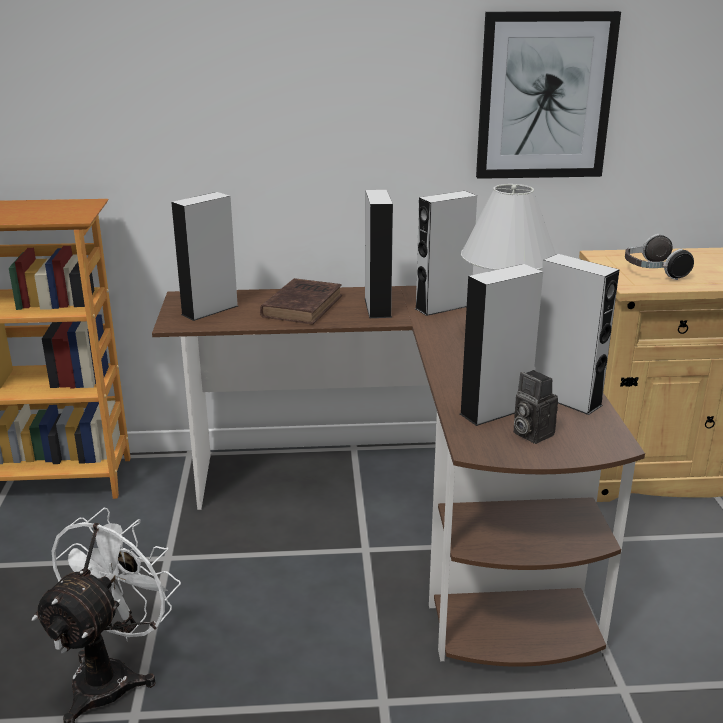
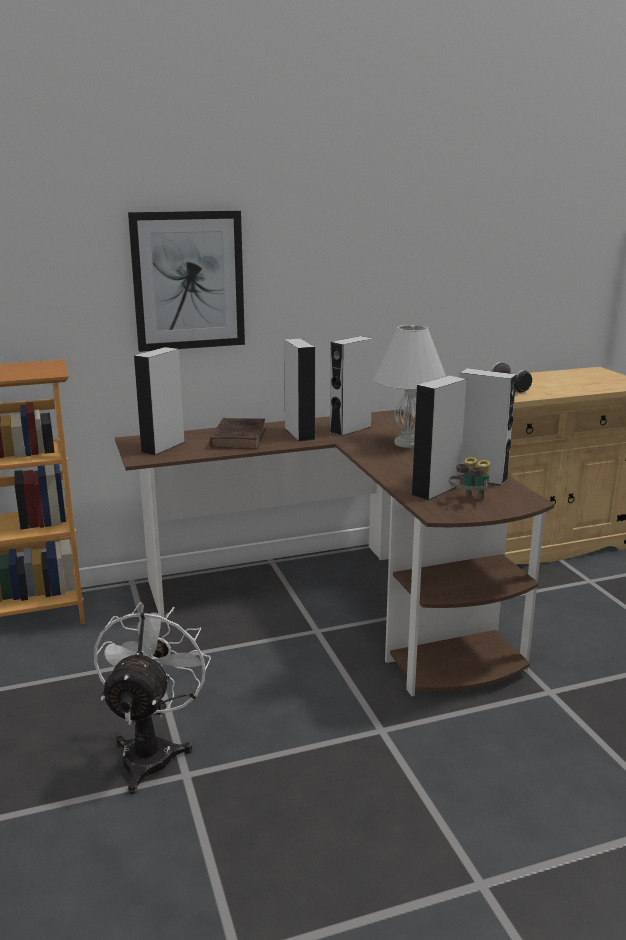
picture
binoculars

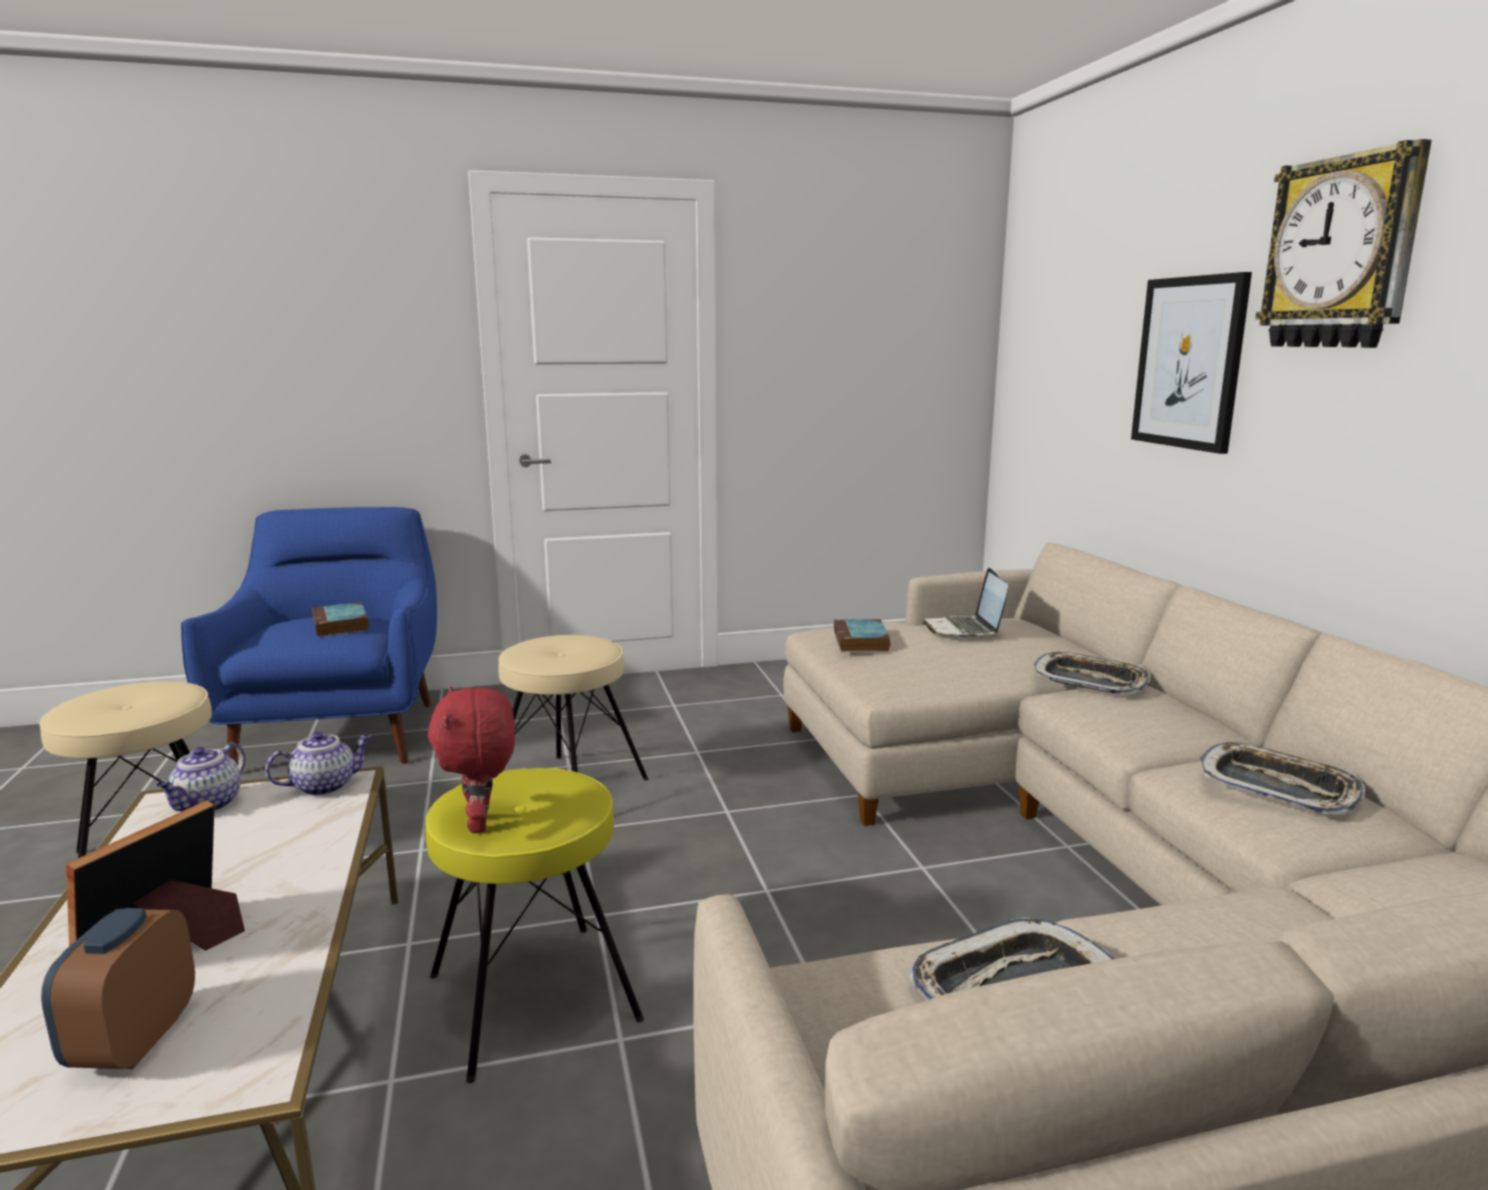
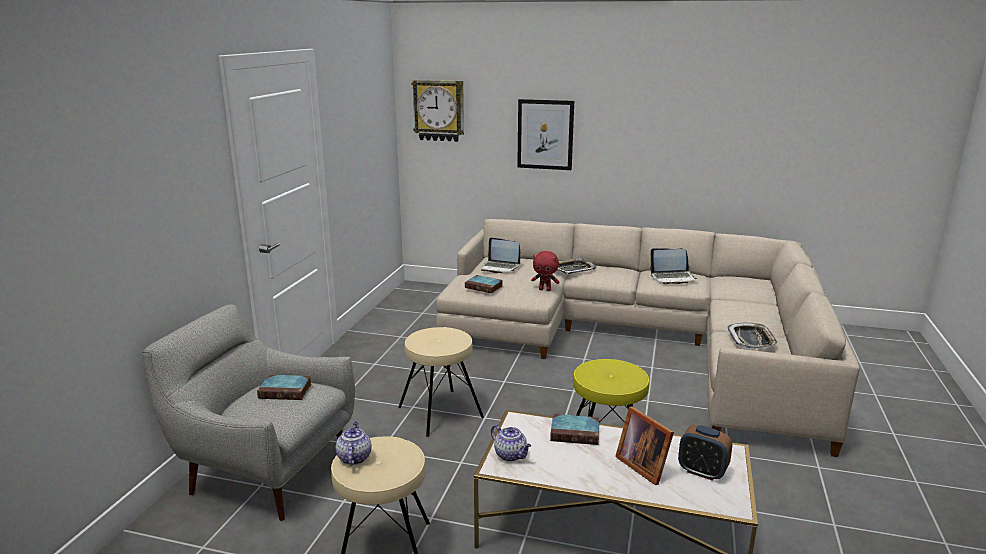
book (no. 3 from left)
teapot (no. 1 from left)
plush toy (red)
wall clock
laptop (no. 2 from left)
armchair (grey)

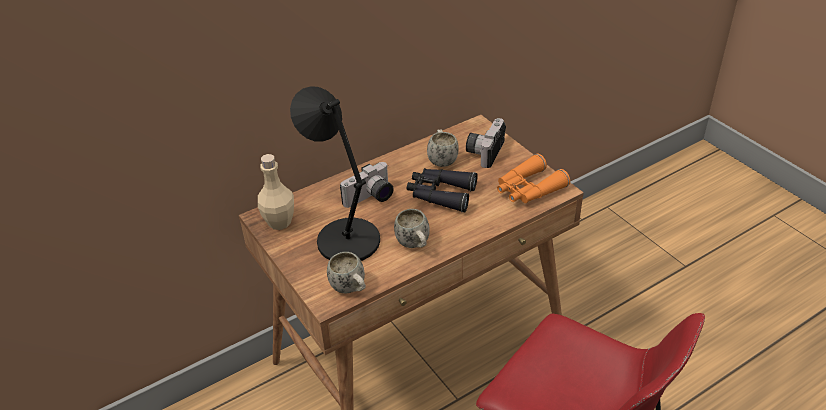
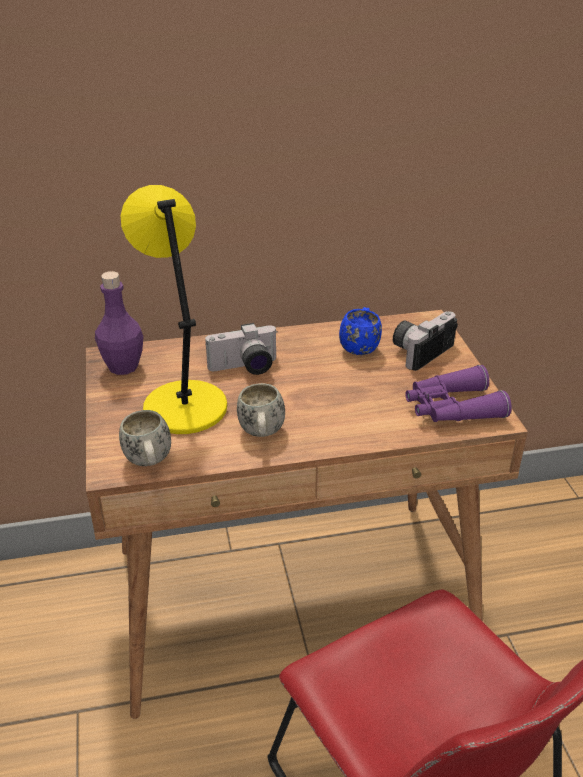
binoculars (black)
bottle (purple)
table lamp (yellow)
mug (blue)
binoculars (purple)

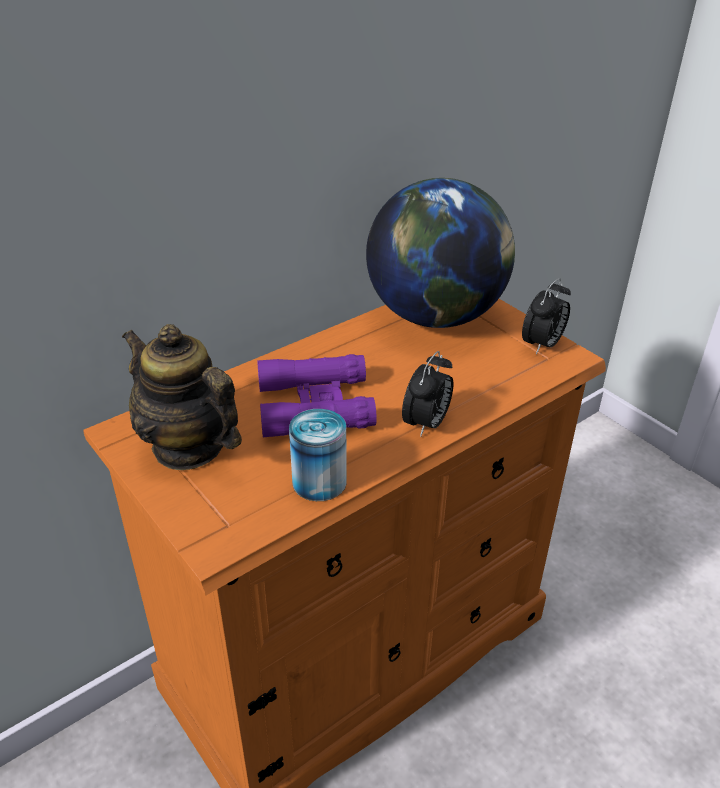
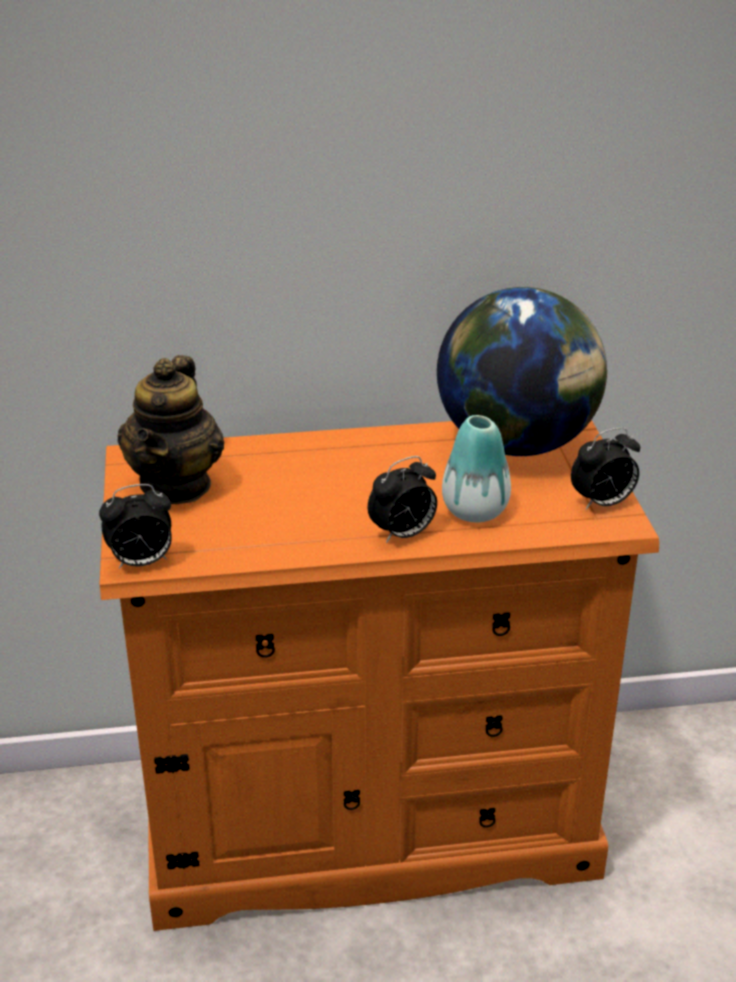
binoculars (purple)
can
alarm clock (no. 1 from left)
vase
teapot

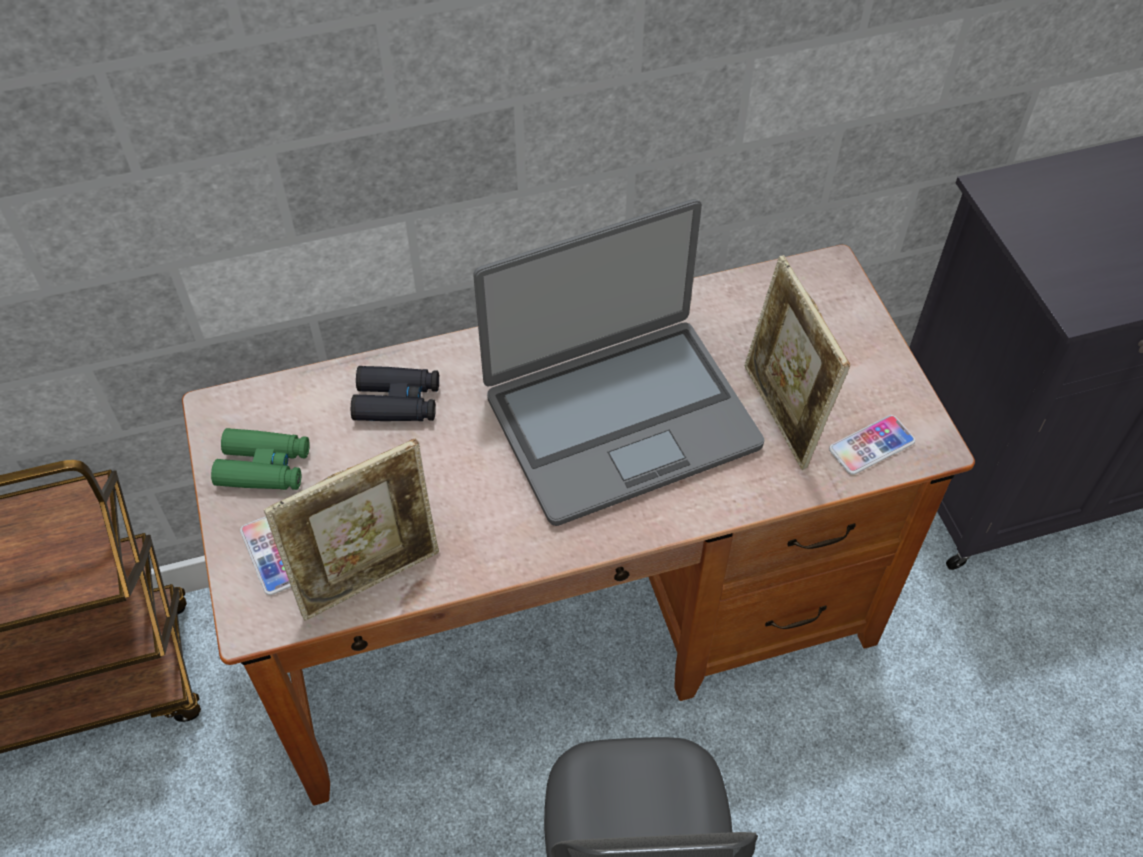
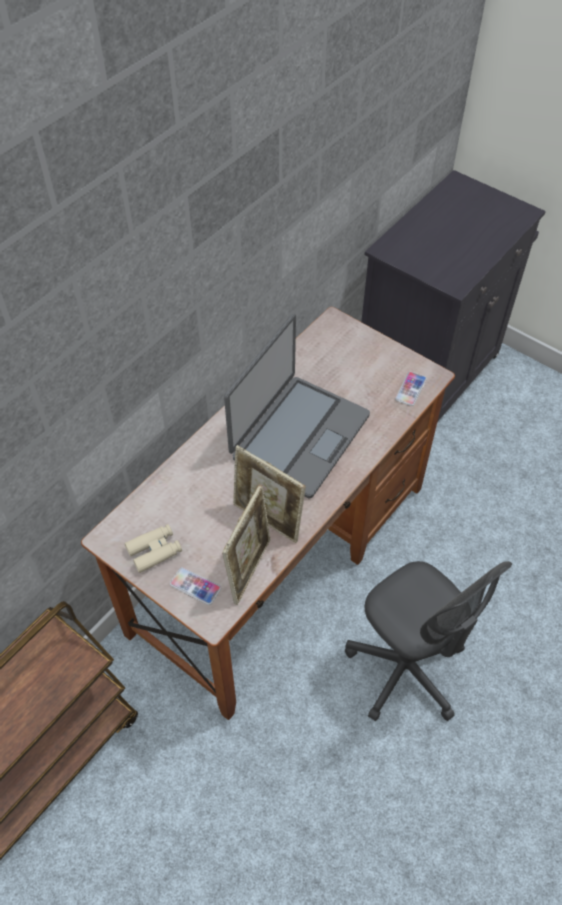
binoculars (black)
picture frame (no. 2 from left)
binoculars (beige)

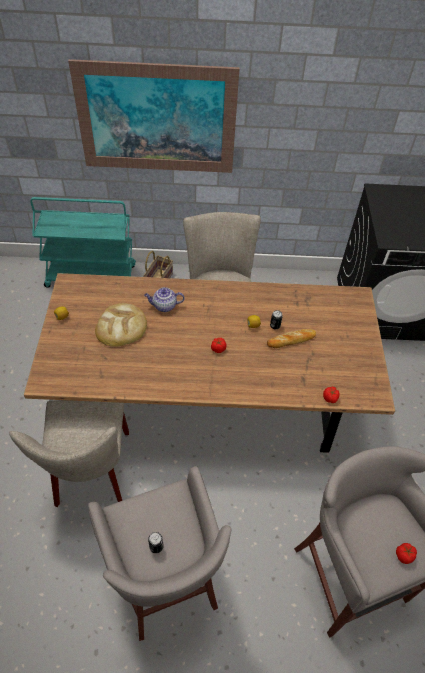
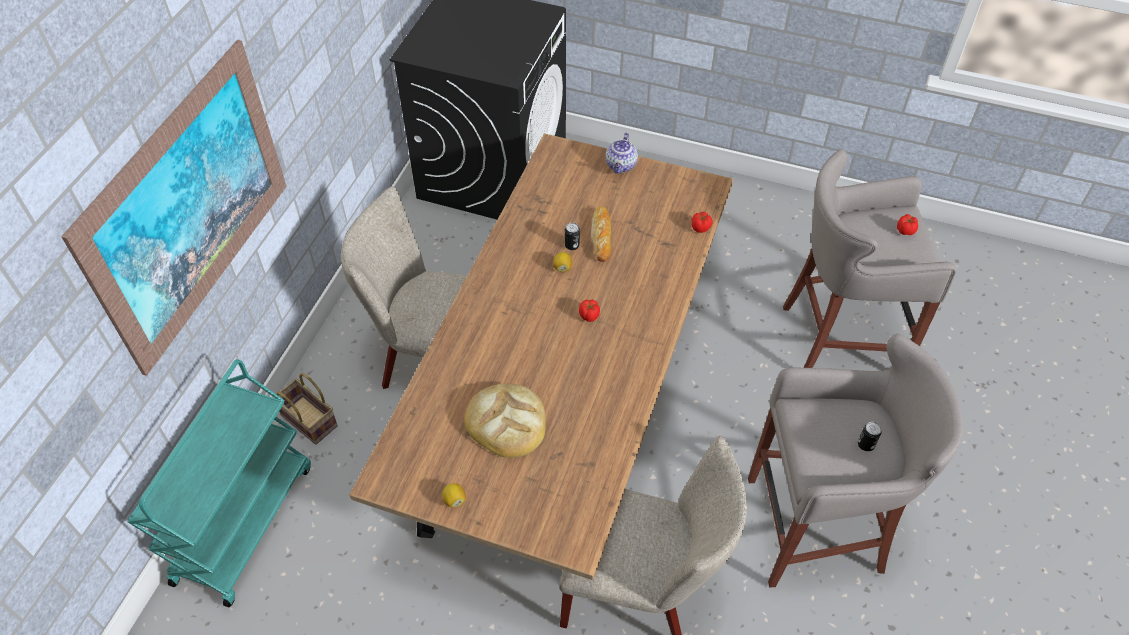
teapot

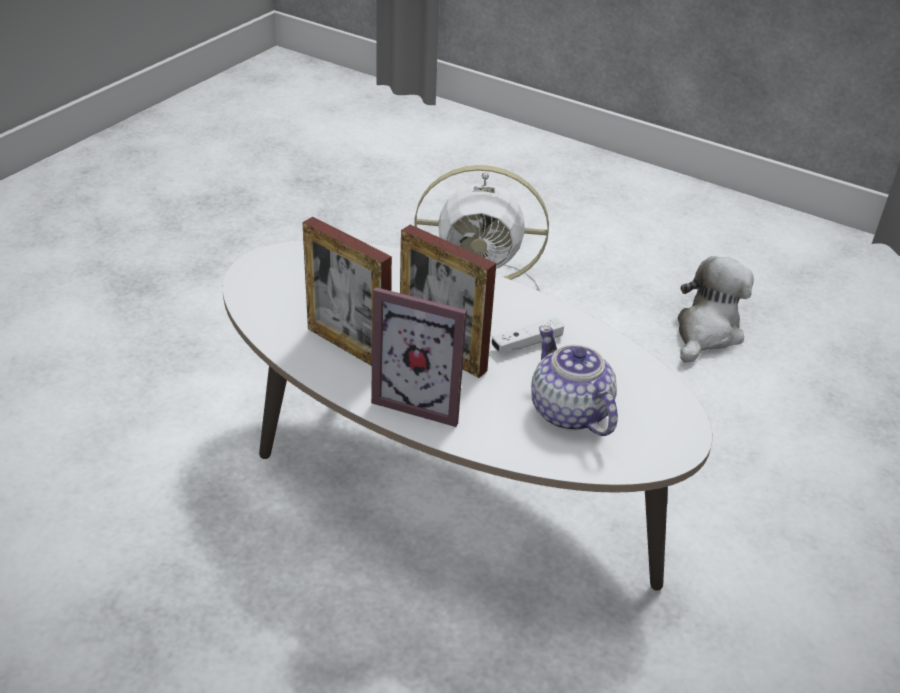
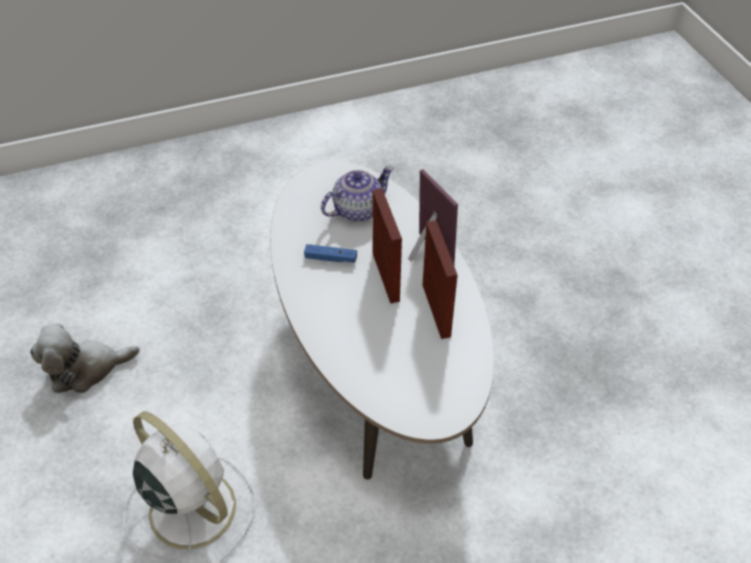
game controller (blue)
teapot

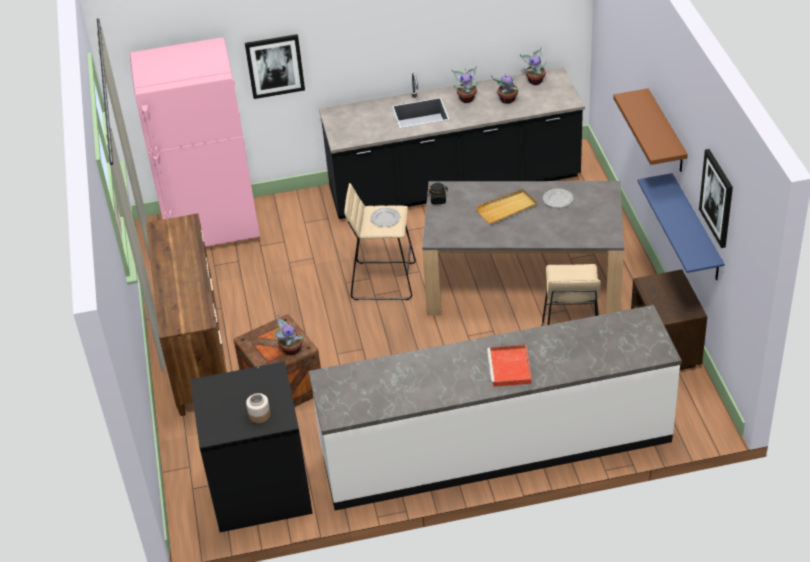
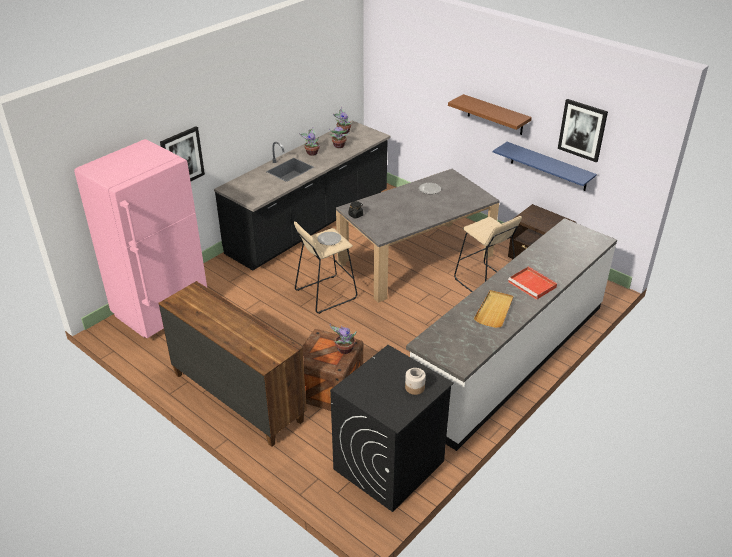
tray (beige)

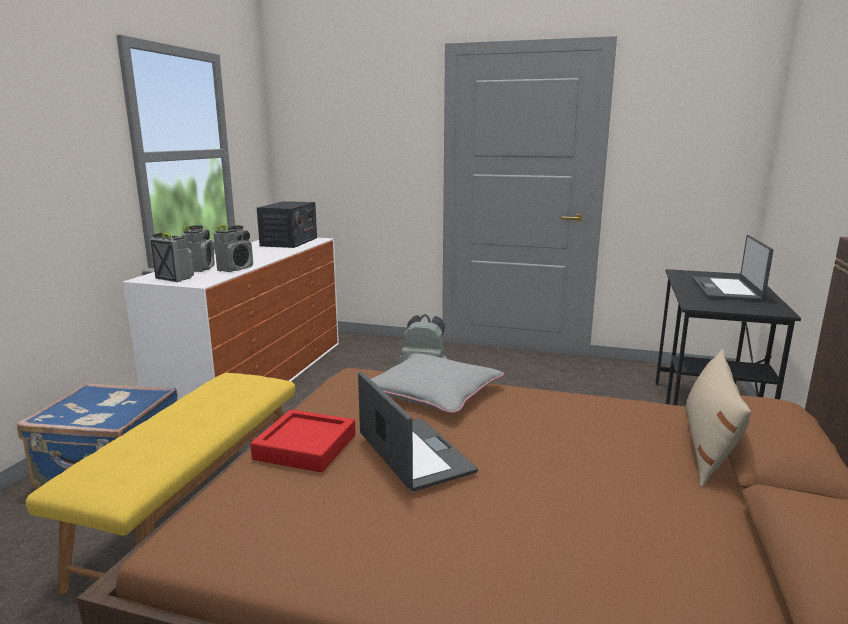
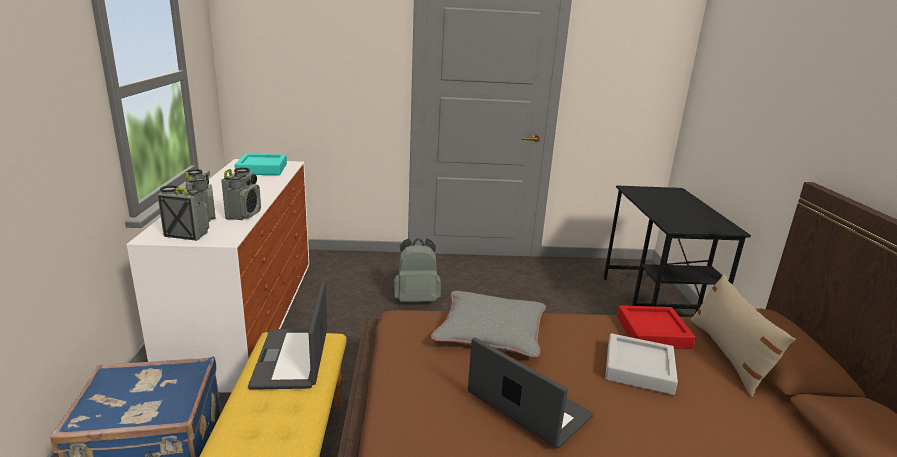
tray (grey)
tray (red)
laptop (no. 1 from left)
tray (turquoise)

